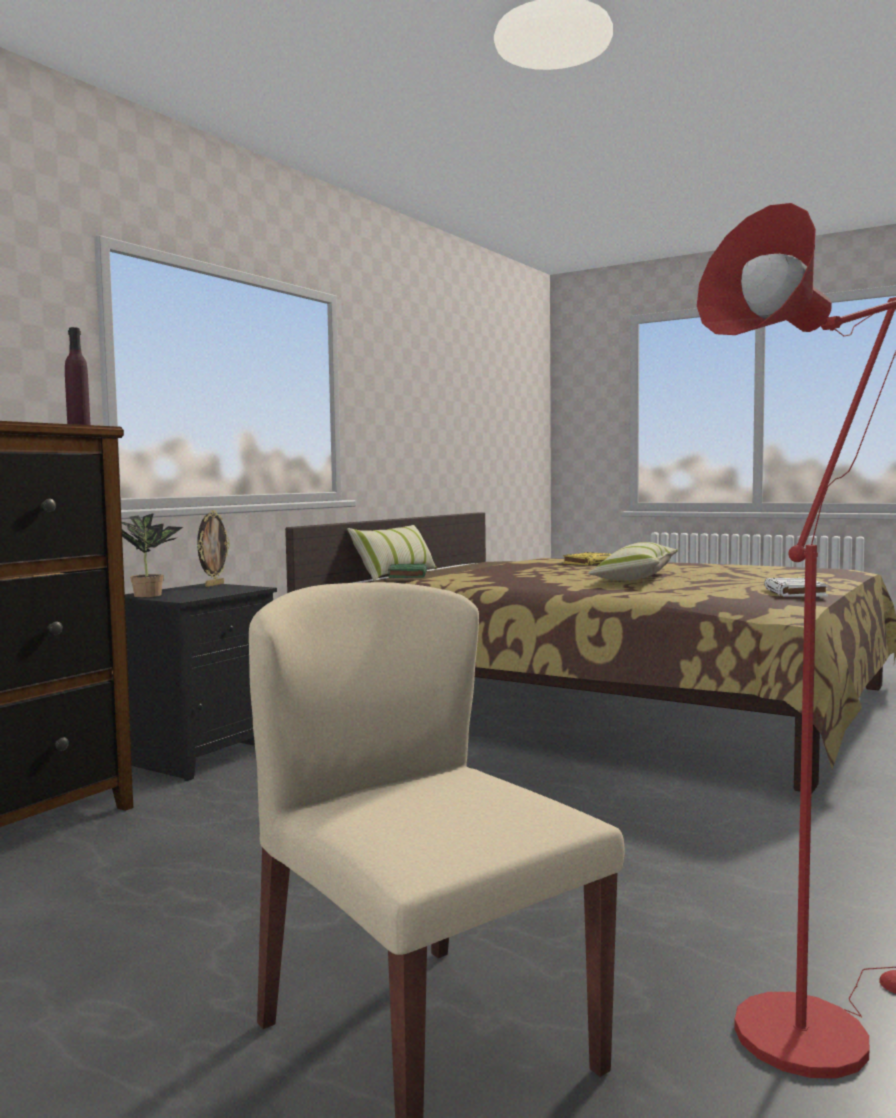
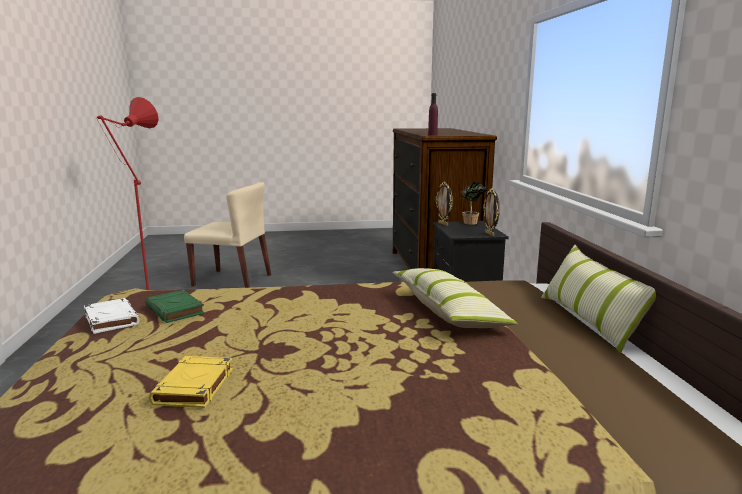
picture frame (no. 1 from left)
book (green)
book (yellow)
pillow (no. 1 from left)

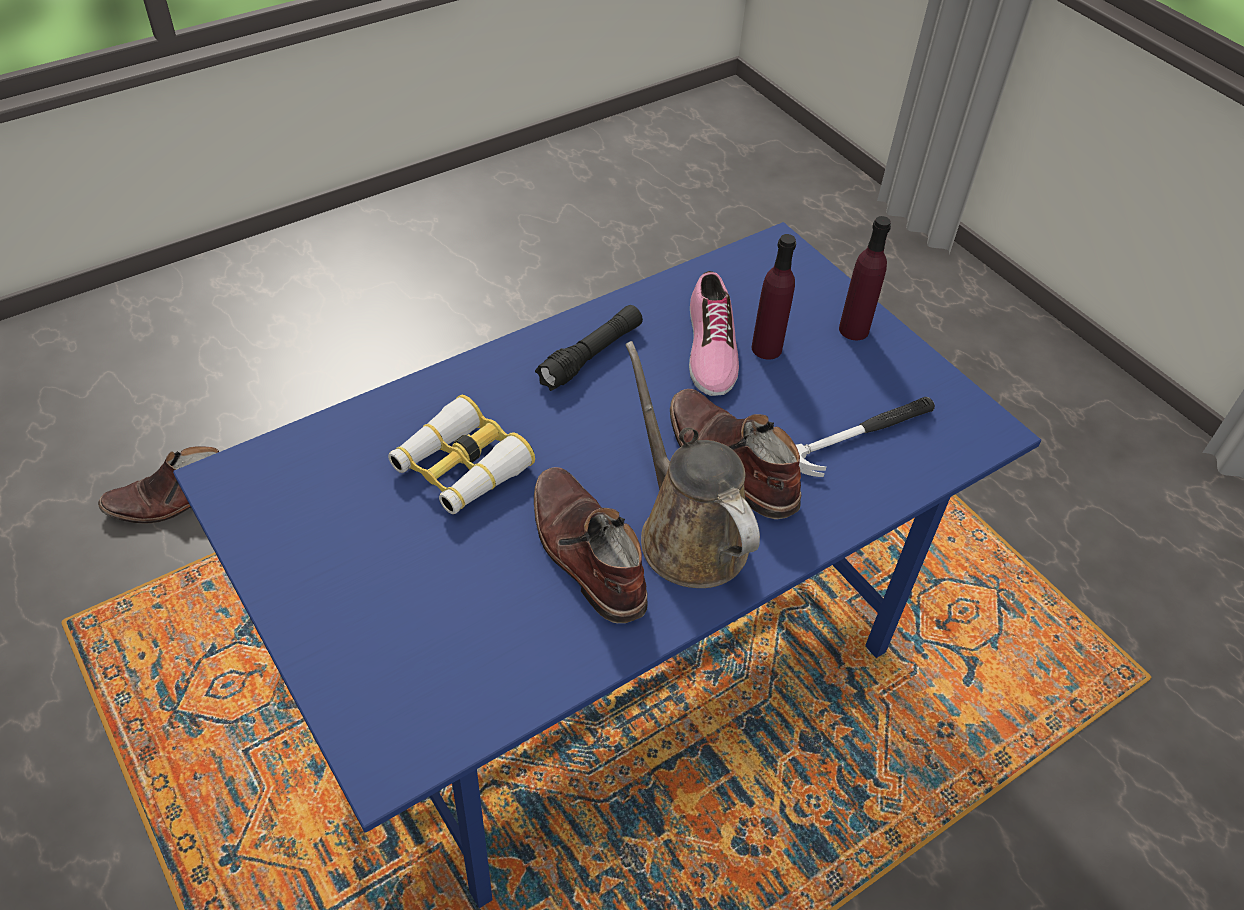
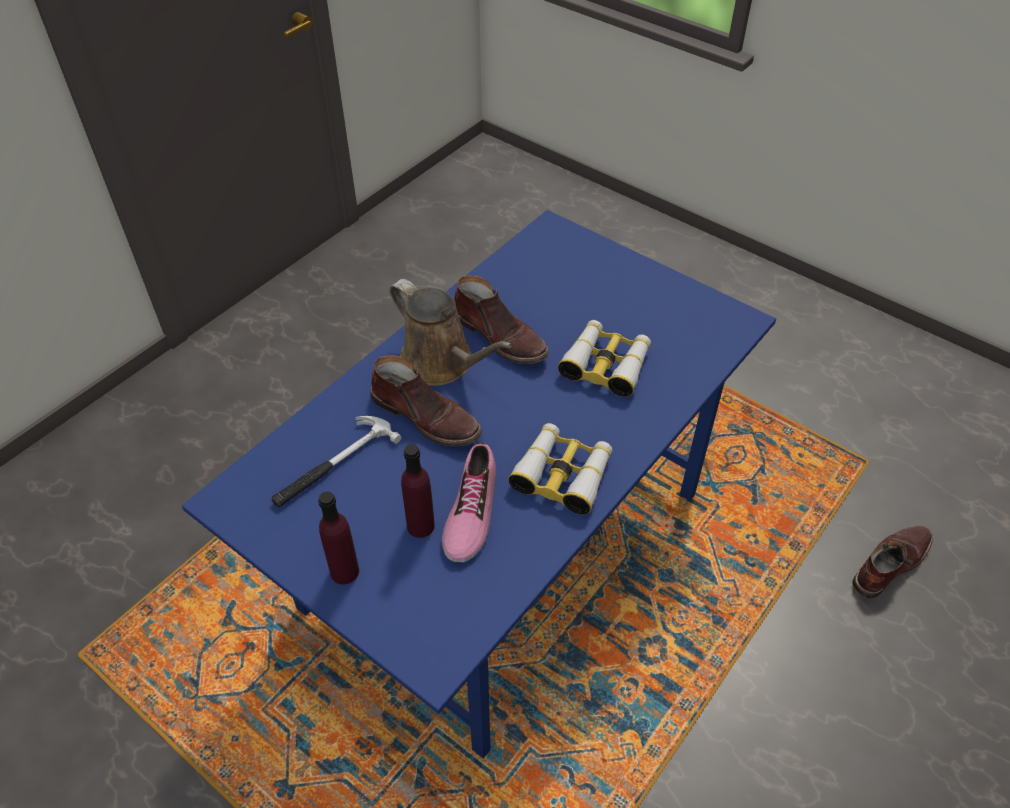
binoculars (no. 1 from left)
shoe

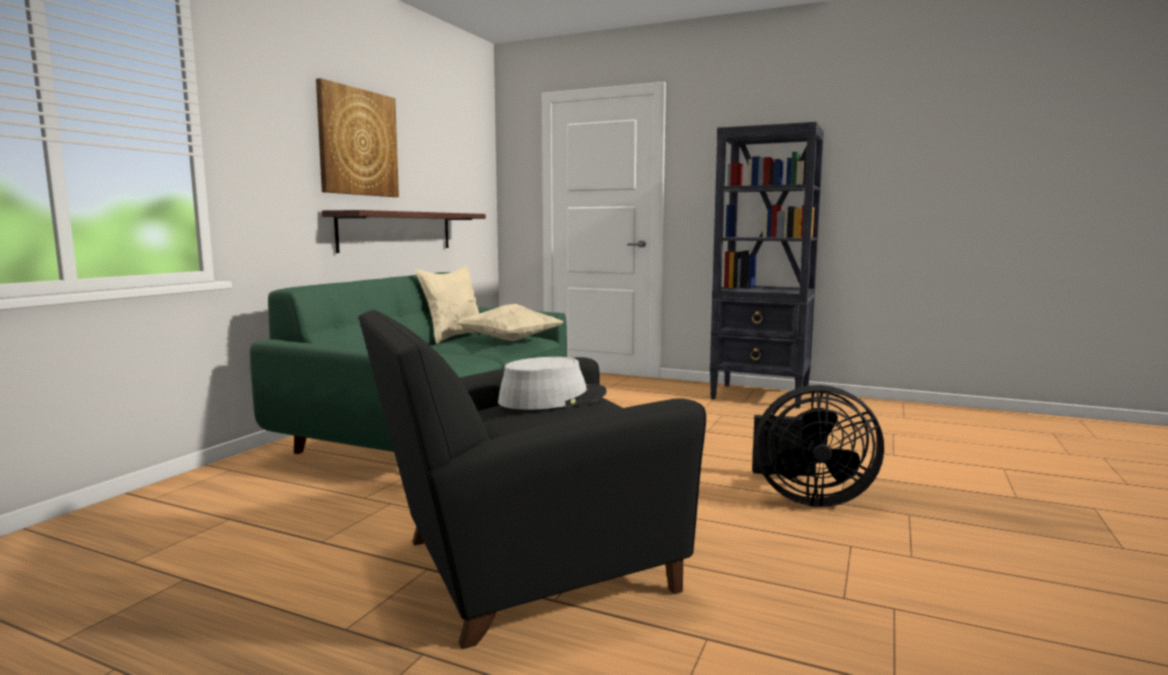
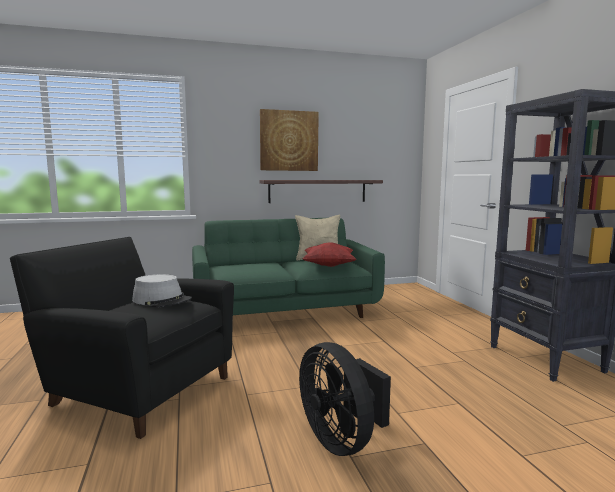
pillow (red)

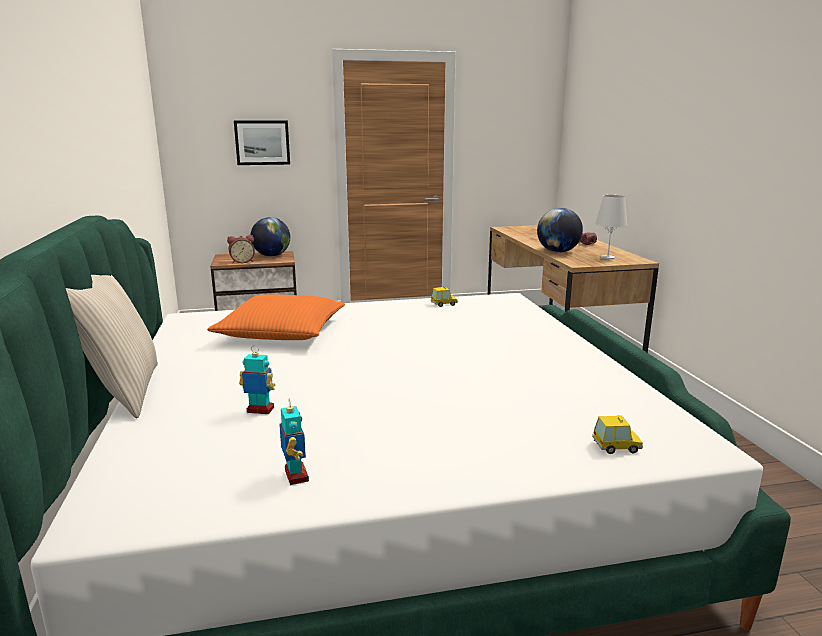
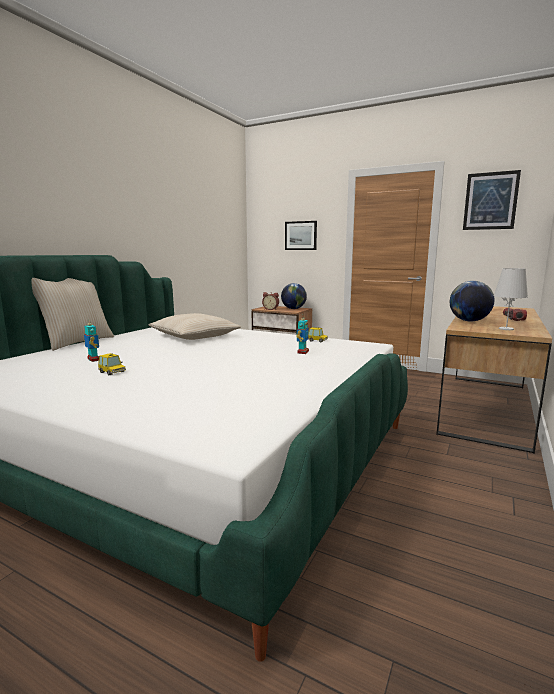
picture (no. 2 from left)
toy robot (no. 2 from left)
toy car (no. 1 from left)
pillow (beige) (no. 2 from left)

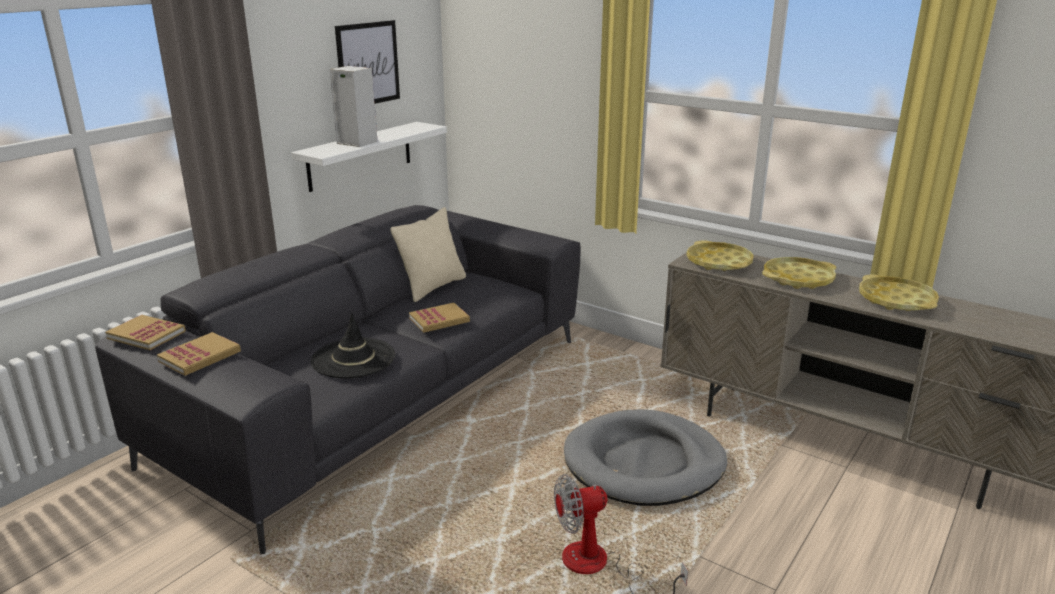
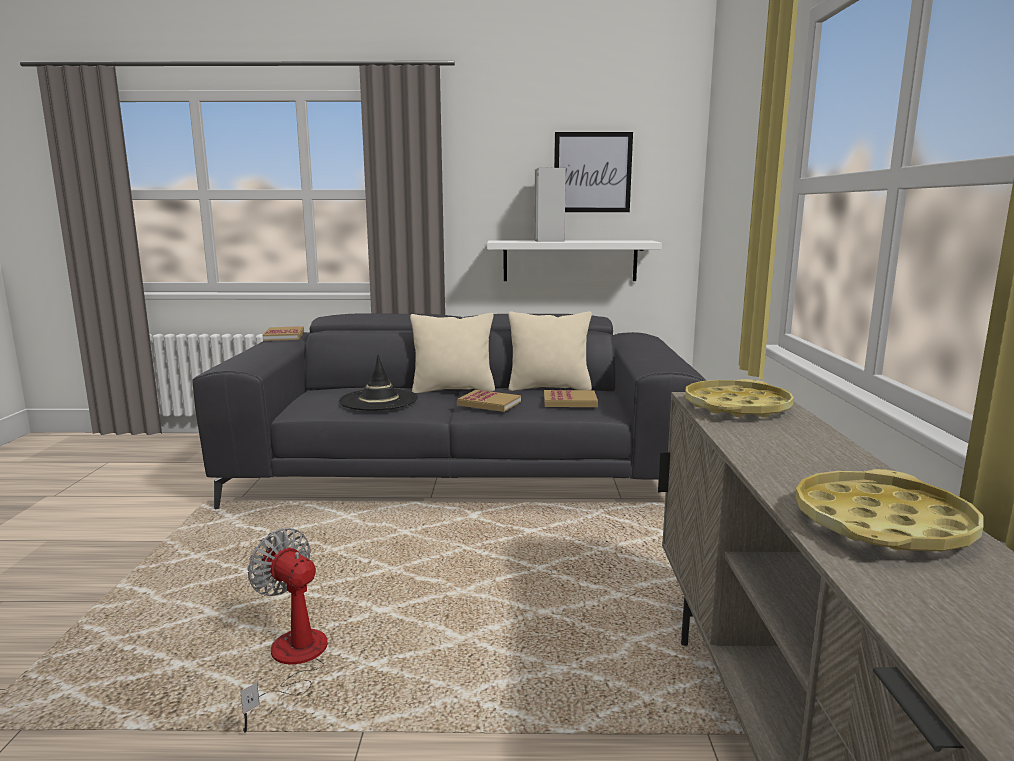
dog bed (grey)
tray (yellow) (no. 2 from left in the first image)
pillow (beige) (no. 1 from left)
book (no. 3 from left)

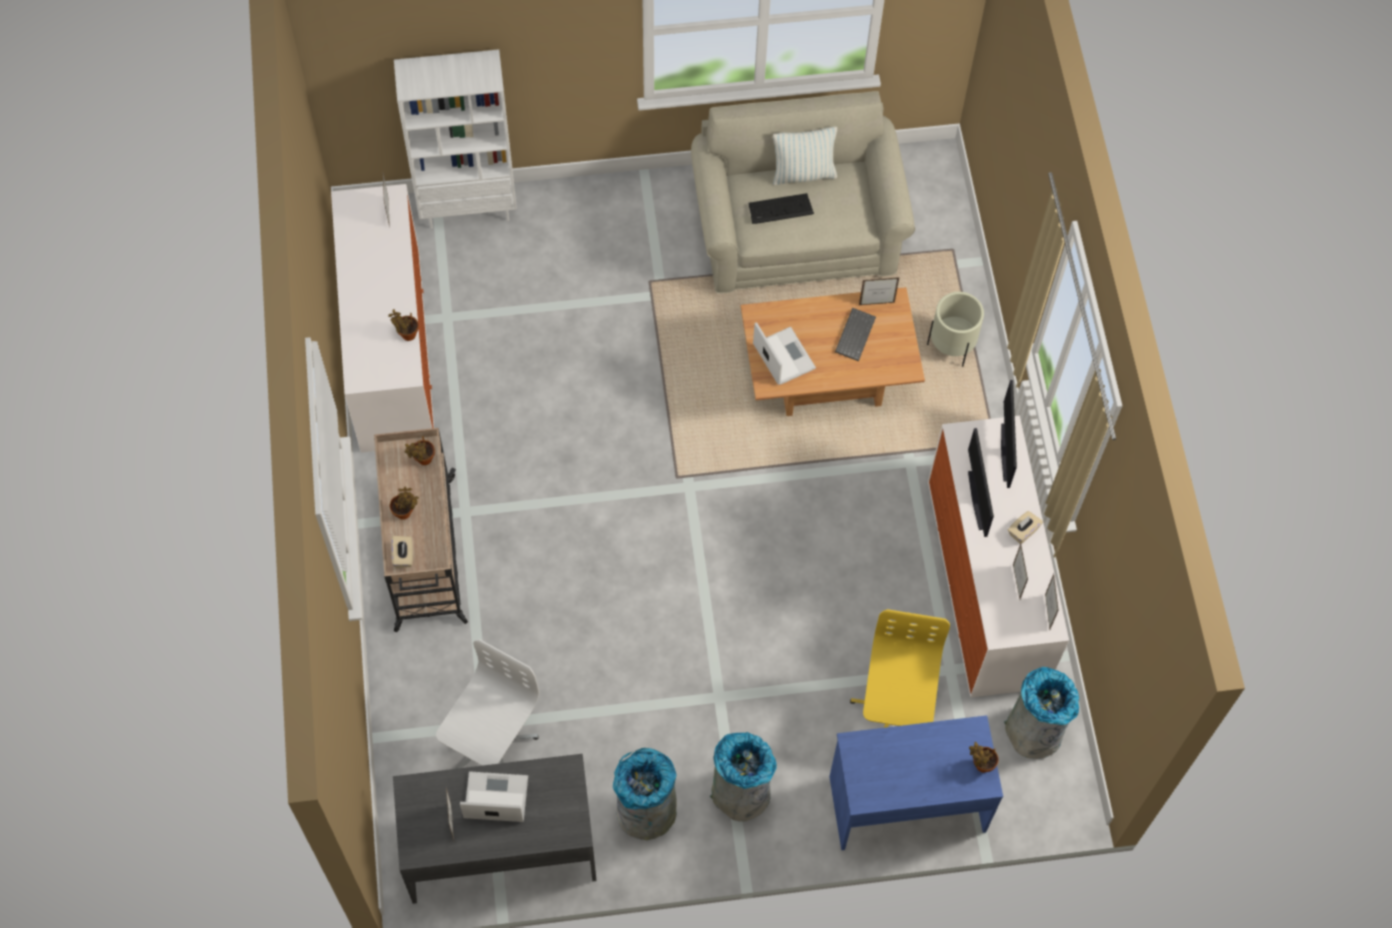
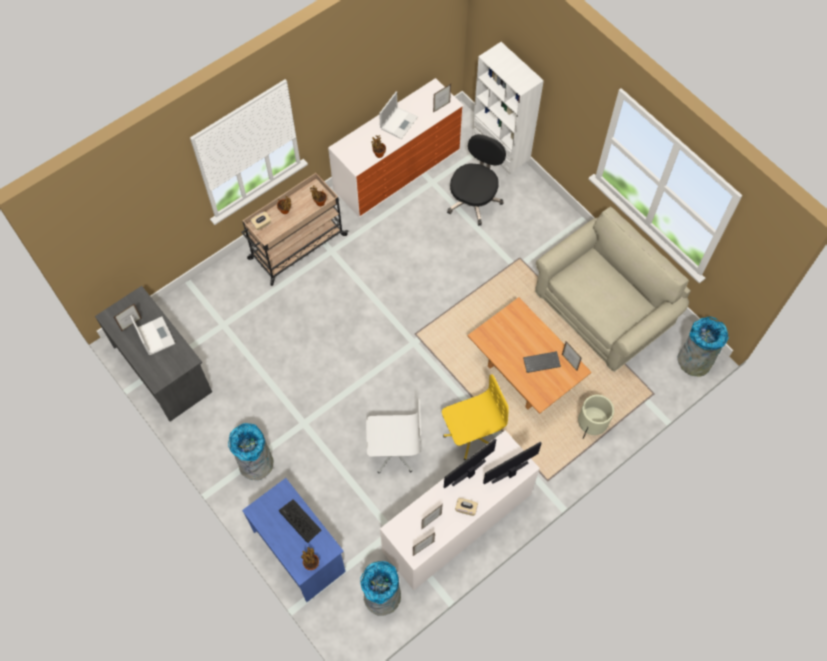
pillow
office chair (black)
office chair (white)
trash can (grey) (no. 3 from left)
keyboard (no. 1 from left)
laptop (no. 2 from left)
office chair (yellow)

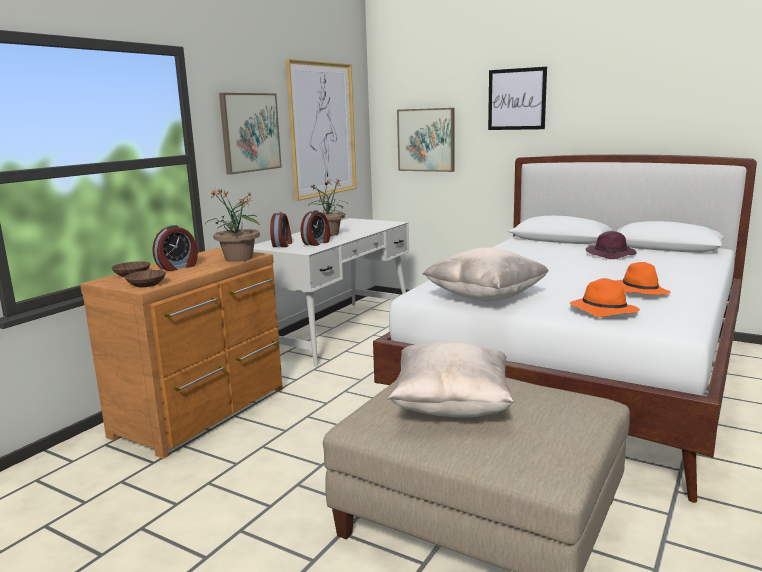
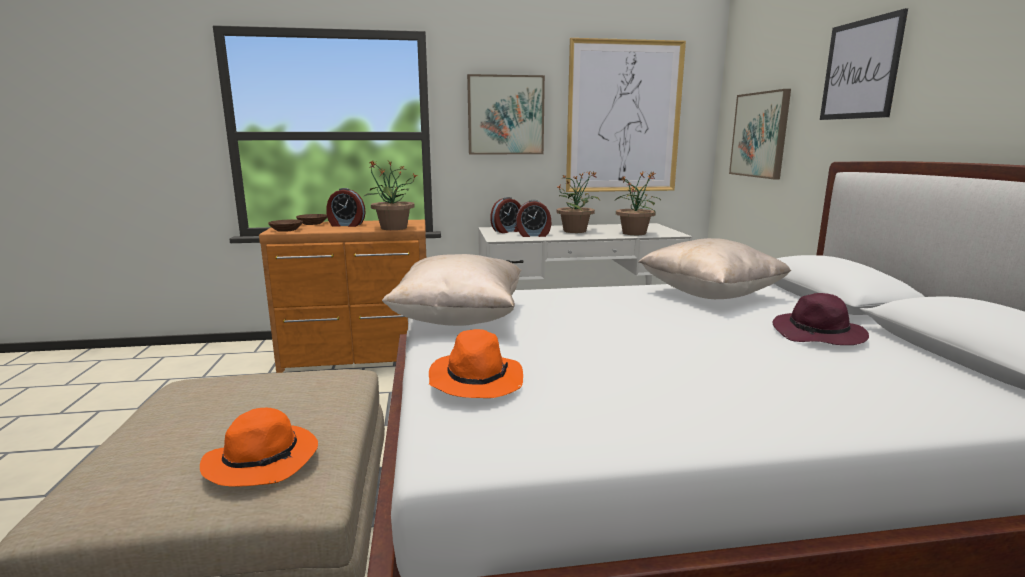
potted plant (no. 3 from left)
pillow (beige) (no. 2 from left)
hat (orange) (no. 1 from left)

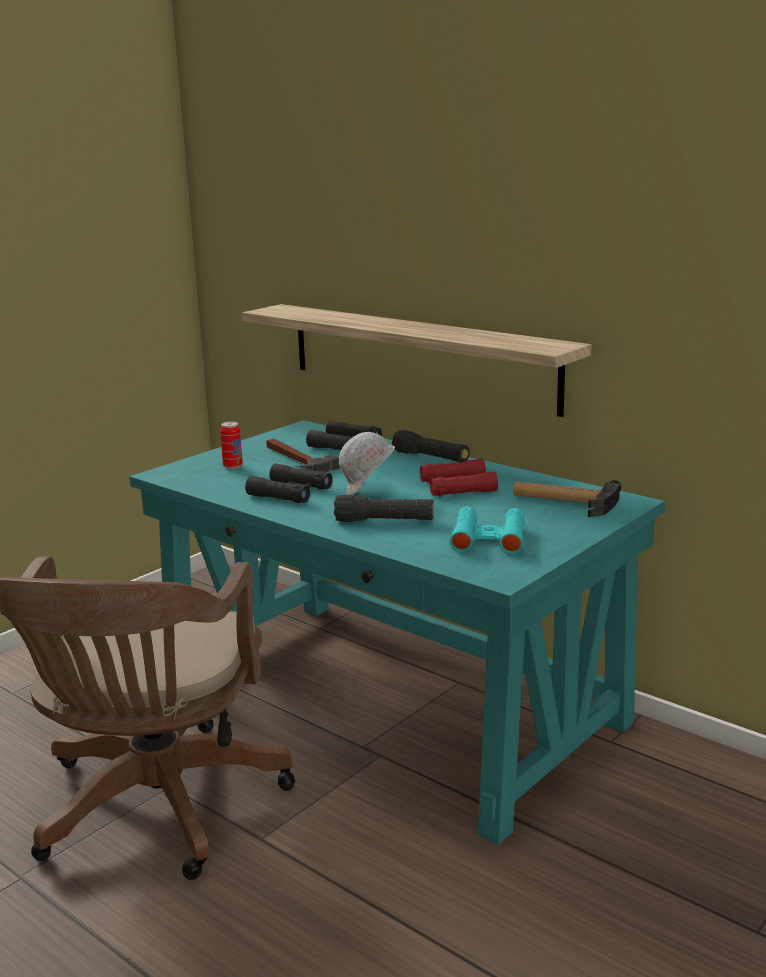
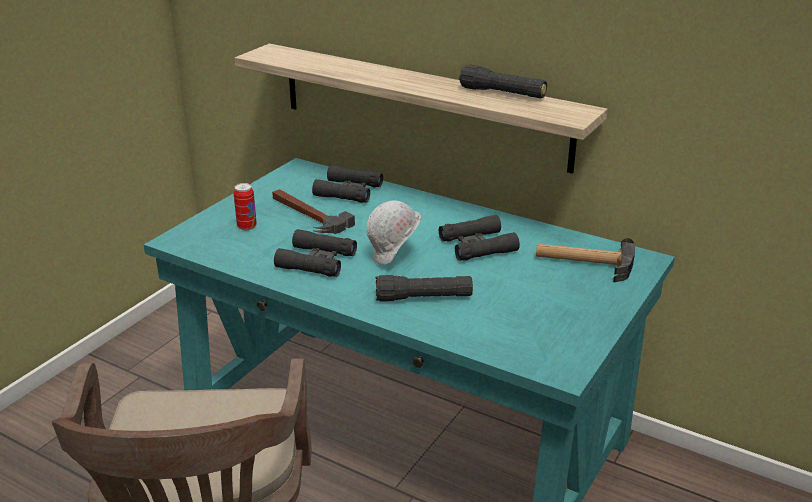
binoculars (turquoise)
flashlight (black) (no. 2 from left)
binoculars (black) (no. 3 from left)

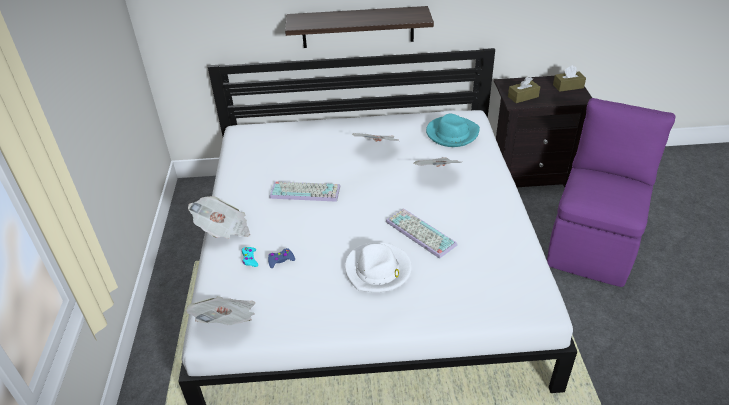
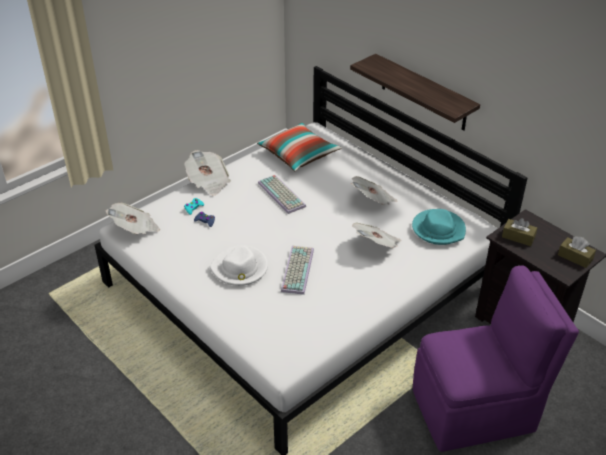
pillow

